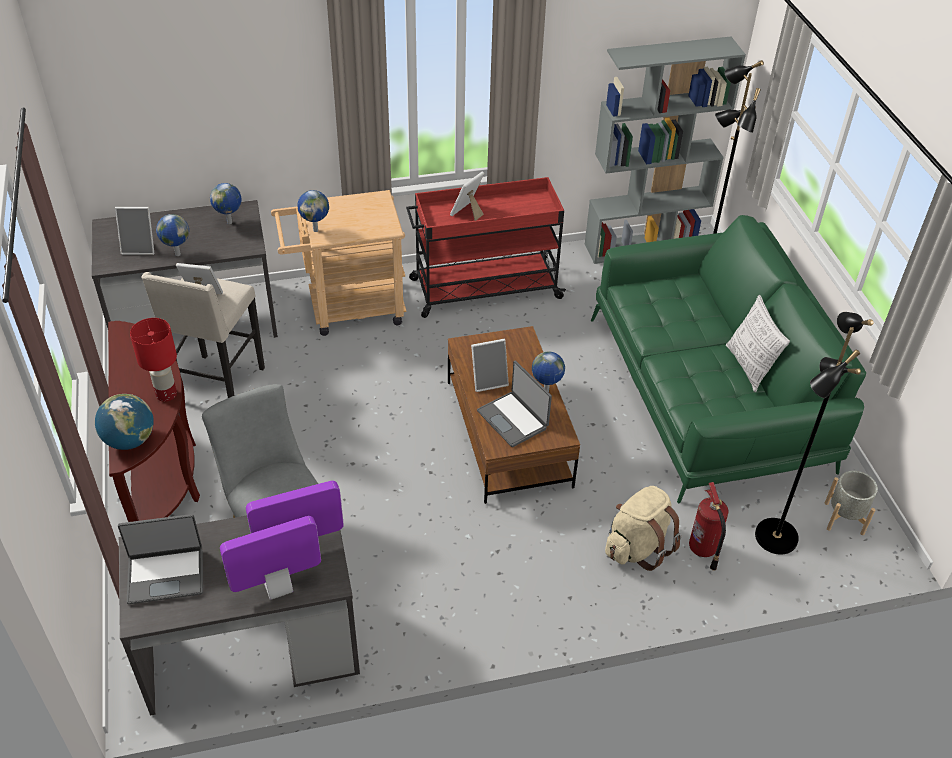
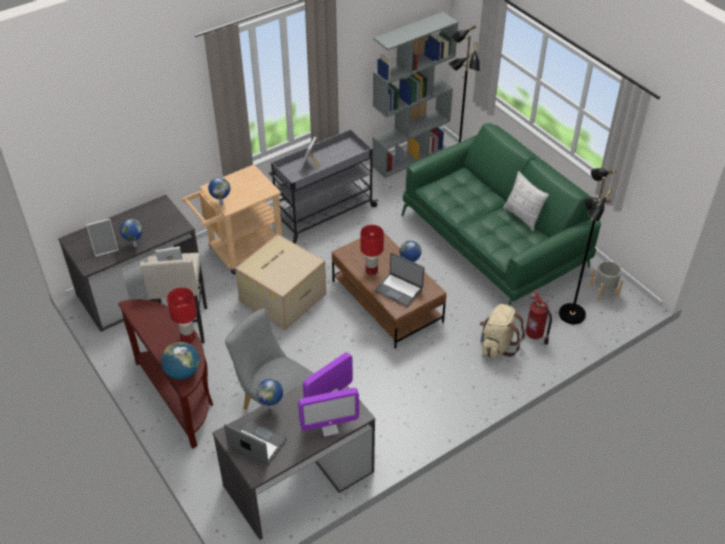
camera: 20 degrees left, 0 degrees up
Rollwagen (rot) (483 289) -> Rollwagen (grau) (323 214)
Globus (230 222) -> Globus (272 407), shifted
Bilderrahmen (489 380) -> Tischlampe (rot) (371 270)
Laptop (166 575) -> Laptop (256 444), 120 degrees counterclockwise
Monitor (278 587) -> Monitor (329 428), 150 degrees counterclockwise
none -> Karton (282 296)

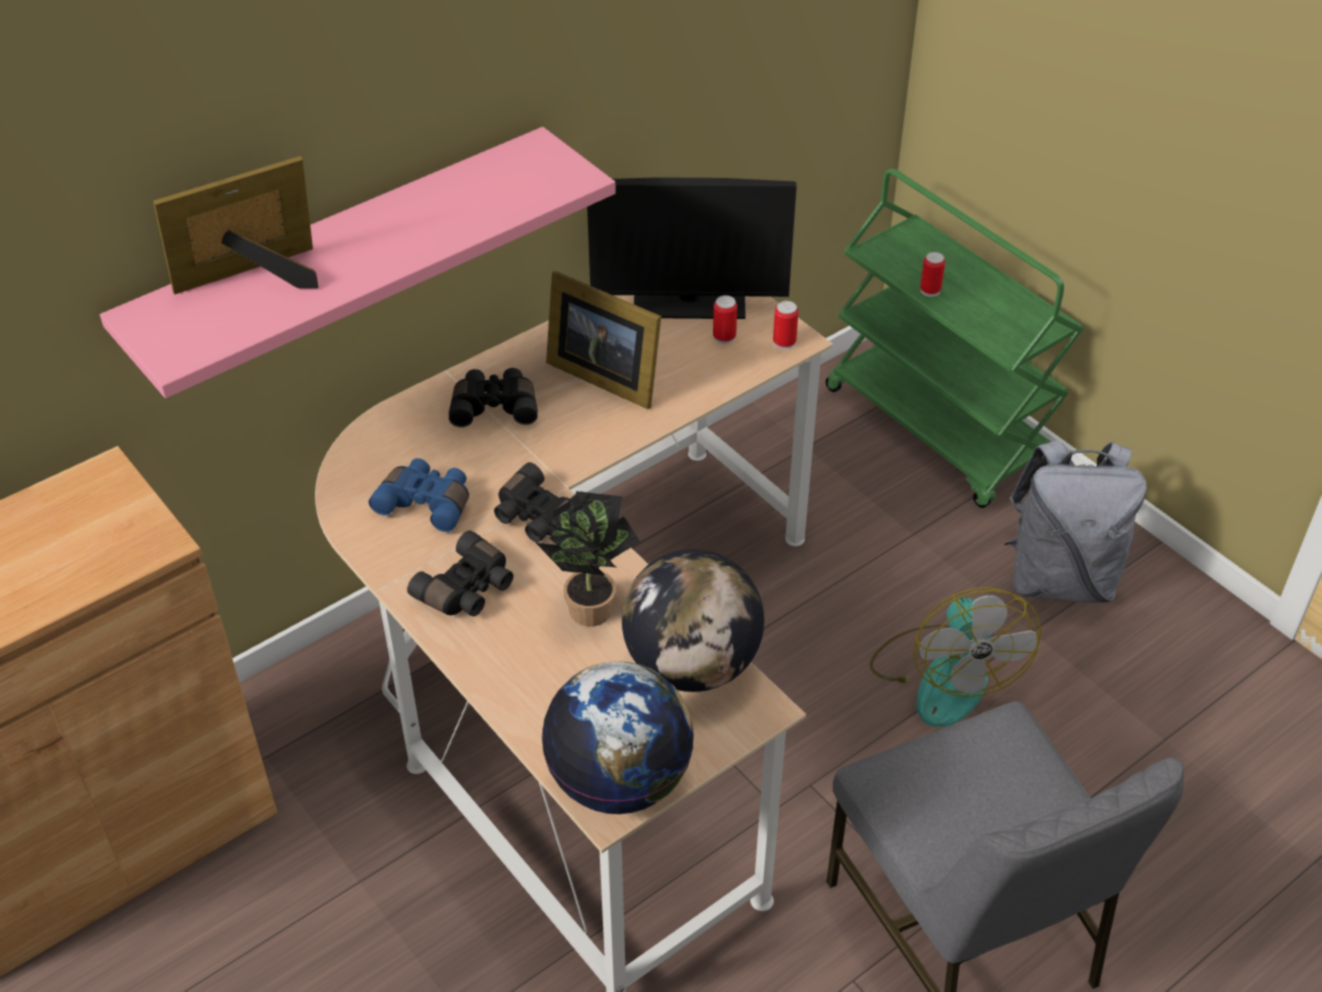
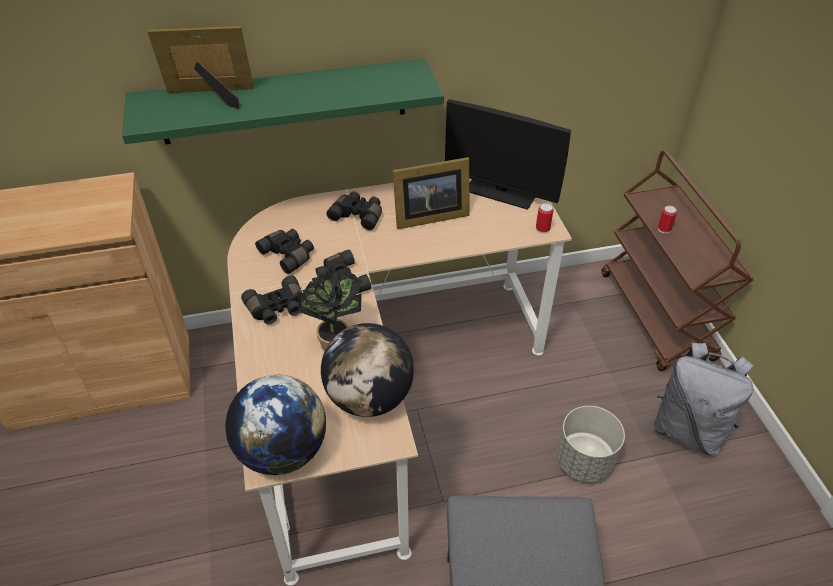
camera: 25 degrees right, 0 degrees up
Wandregal (rosa) (342 255) -> Wandregal (grün) (284 102)
Rollwagen (grün) (939 428) -> Rollwagen (braun) (656 316)
Bilderrahmen (603 374) -> Bilderrahmen (428 216), 75 degrees counterclockwise
Dose (724 337) -> none
Fernglas (blau) (427 503) -> Fernglas (schwarz) (289 255)
Ventilator (944 675) -> Pflanzkübel (grau) (584 461)

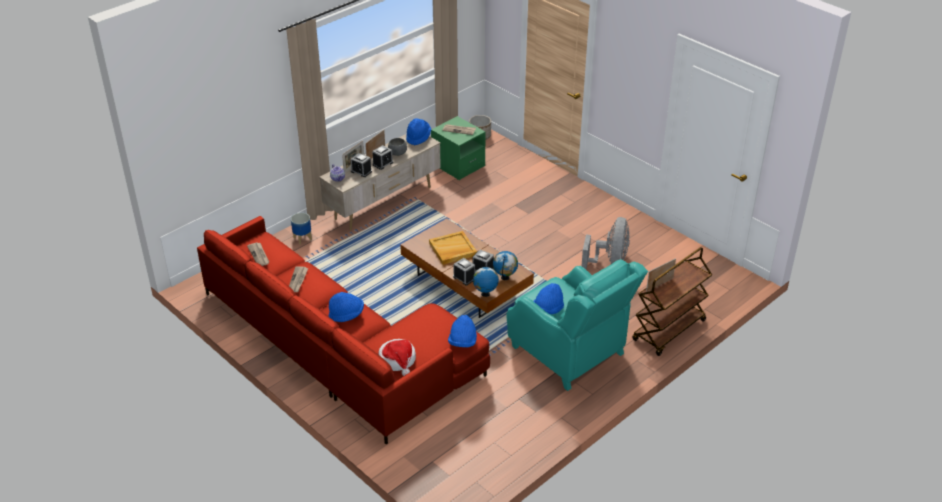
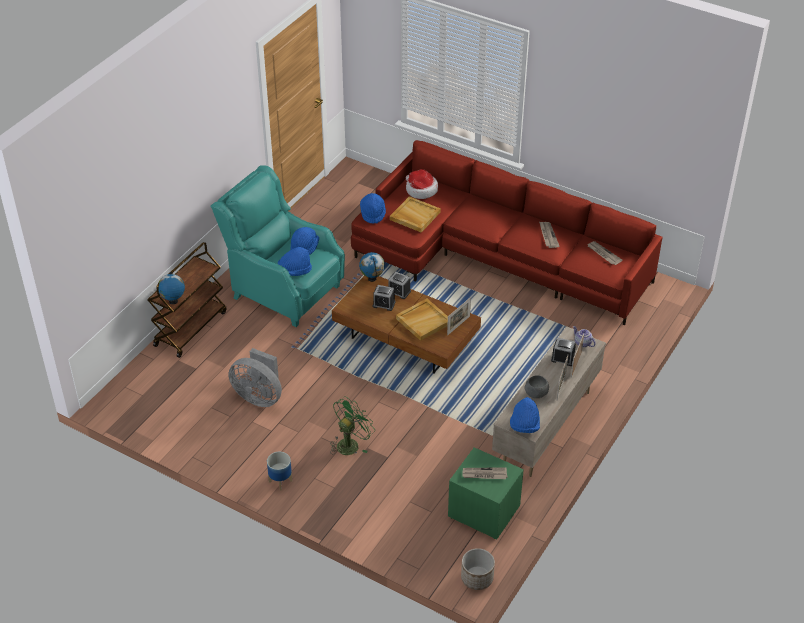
camera: 165 degrees right, 5 degrees up
Wecker (382 163) -> none
Pflanzkübel (302 239) -> Pflanzkübel (280 481), shifted
Ventilator (grau) (609 262) -> Ventilator (grau) (259 396), 60 degrees counterclockwise
Globus (505 278) -> Globus (173 301), shifted
Bilderrahmen (659 284) -> Bilderrahmen (458 325), shifted
Hut (blau) (346 314) -> Hut (blau) (295 270), shifted
none -> Tablett (beige) (414 216)
none -> Ventilator (grün) (350 443)

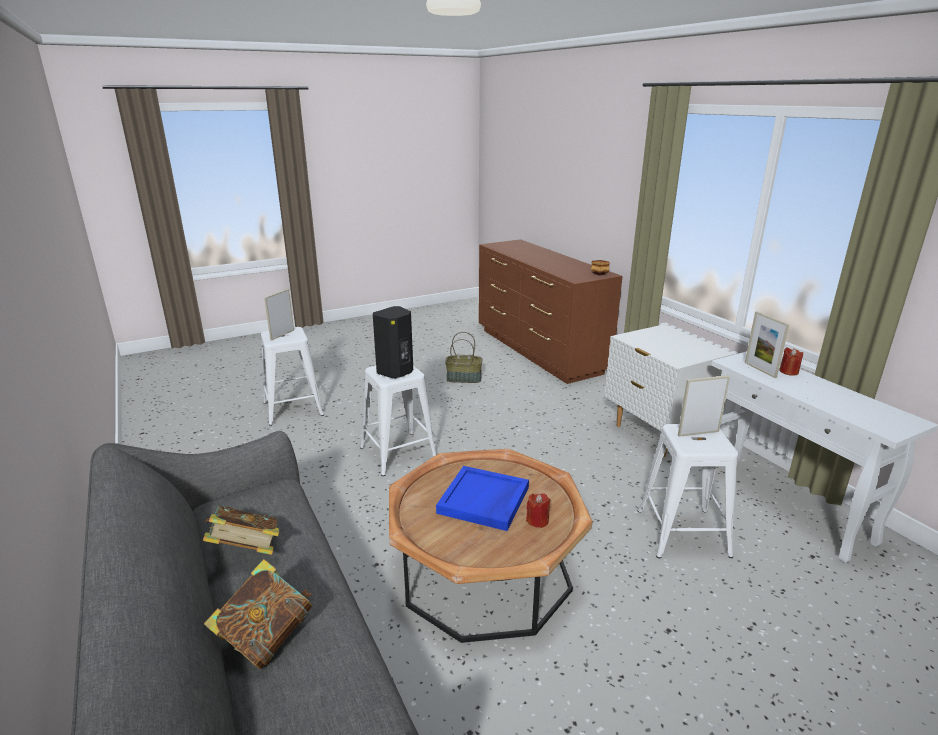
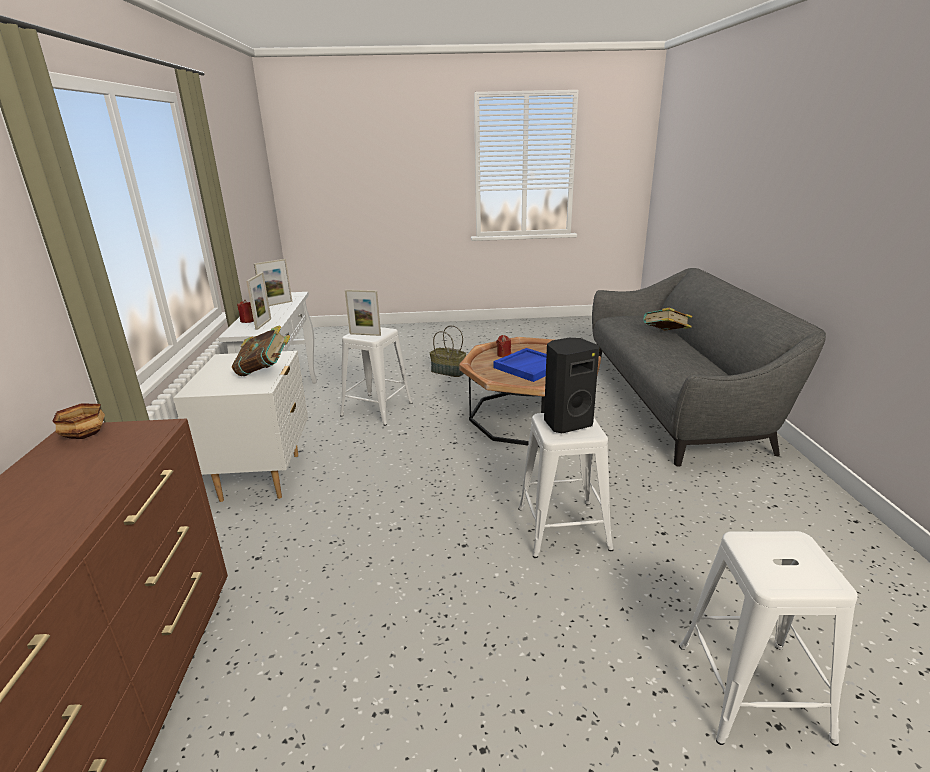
camera: 155 degrees left, 0 degrees up
Bilderrahmen (282 335) -> Bilderrahmen (277 304), shifted
Korb (464 378) -> Korb (447 372), shifted
Buch (246 551) -> Buch (265 371), shifted

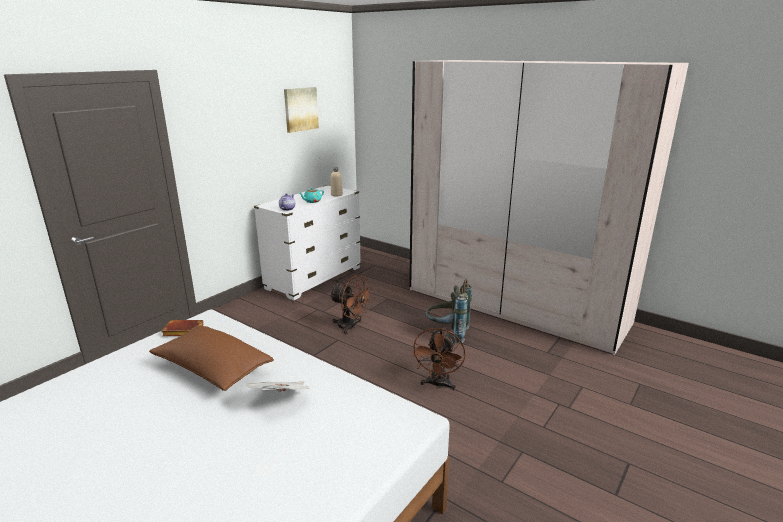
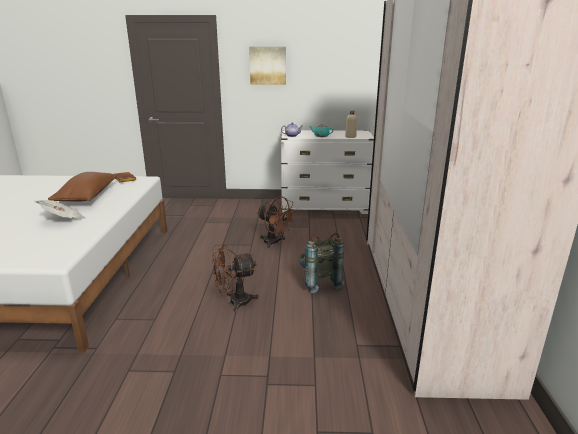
camera: 55 degrees right, 0 degrees up
Bild (300 109) -> Bild (268 65), shifted
Ventilator (braun) (351 327) -> Ventilator (braun) (274 243), 45 degrees counterclockwise

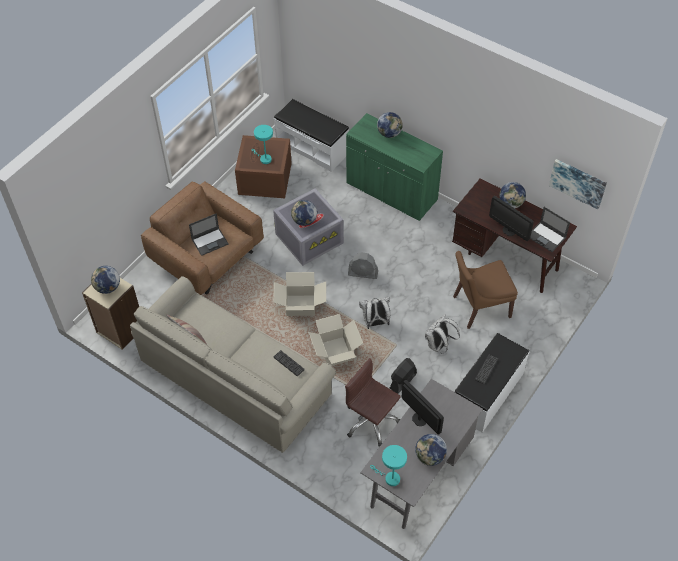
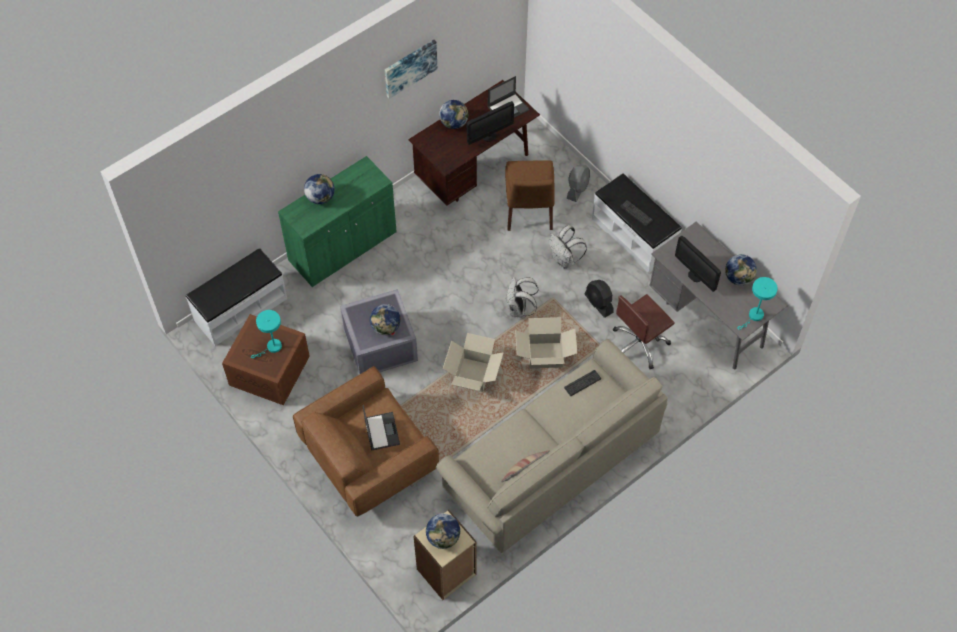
camera: 75 degrees left, 5 degrees up
Bild (578 183) -> Bild (410 67), shifted
Ventilator (grau) (363 273) -> Ventilator (grau) (577 188), shifted
Monitor (419 419) -> Monitor (695 275), 105 degrees counterclockwise

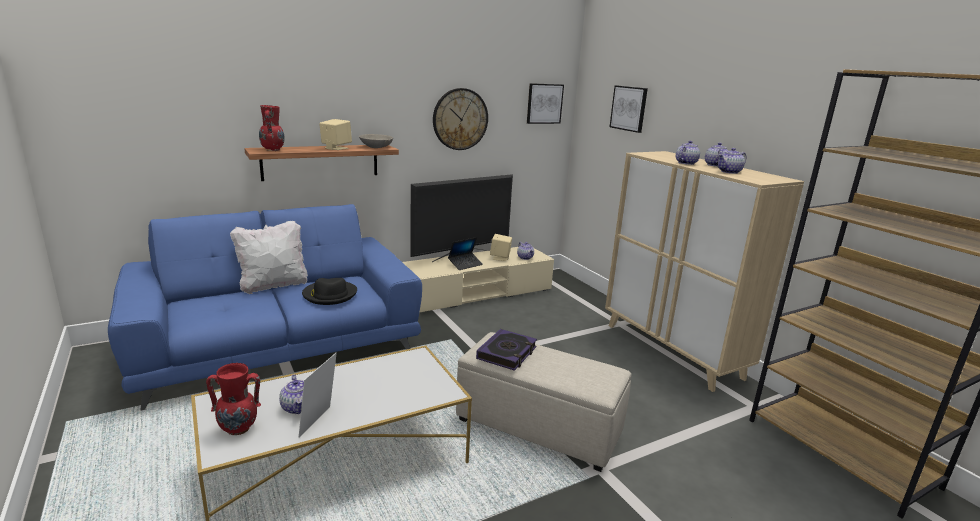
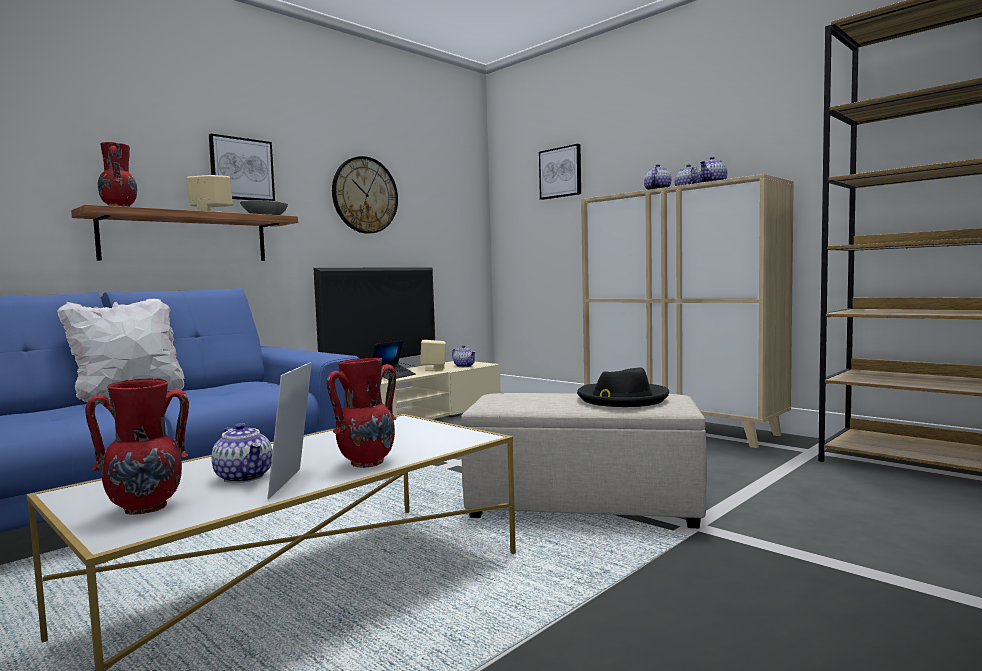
camera: 15 degrees left, 15 degrees down
Bild (544 103) -> Bild (241 169), shifted
Hut (schwarz) (329 295) -> Hut (schwarz) (621 399), shifted
Buch (507 353) -> none
none -> Vase (rot) (365 463)

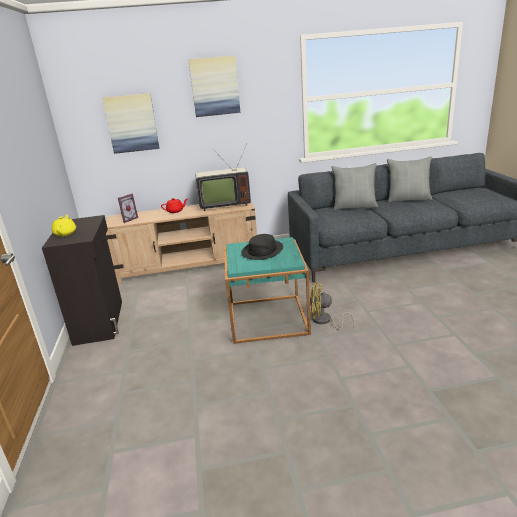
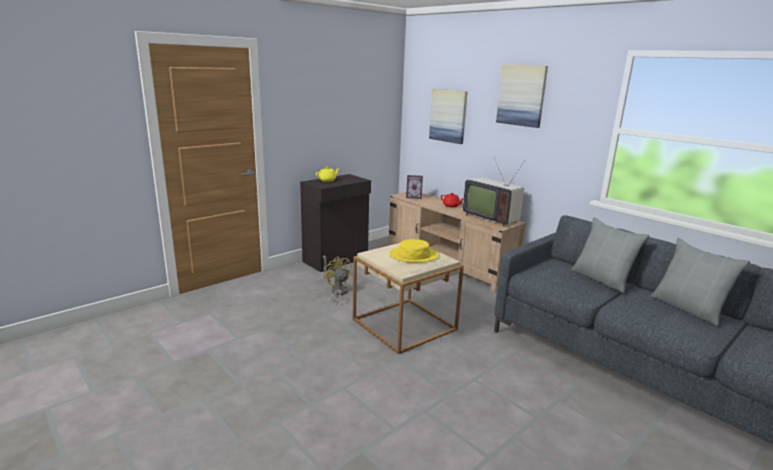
camera: 55 degrees right, 5 degrees down
Hut (schwarz) (262 250) -> Hut (gelb) (413 255)
Beistelltisch (türkis) (268 318) -> Beistelltisch (beige) (404 324)
Ventilator (gelb) (324 321) -> Ventilator (gelb) (338 293), shifted

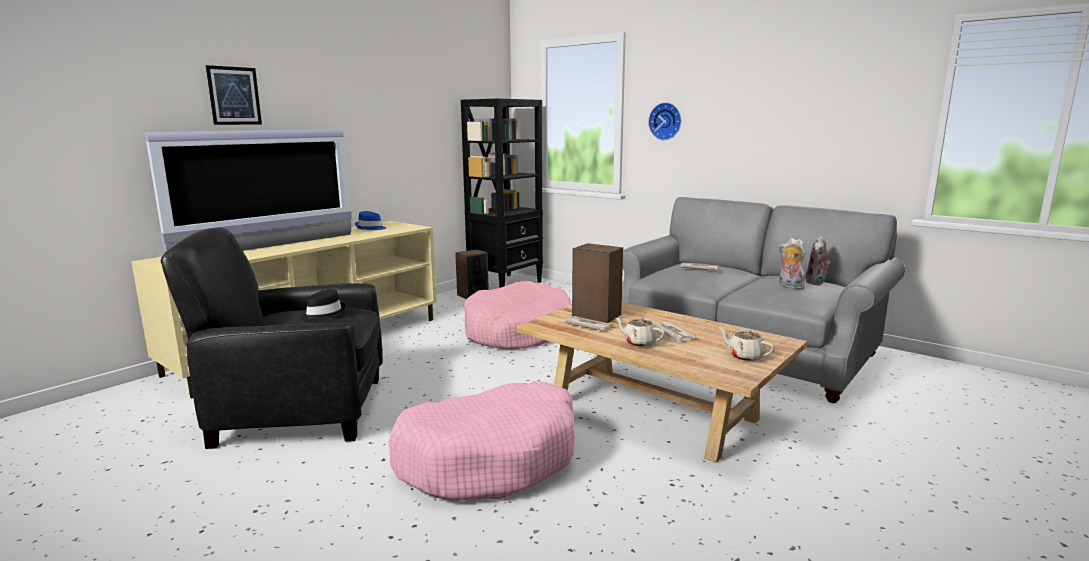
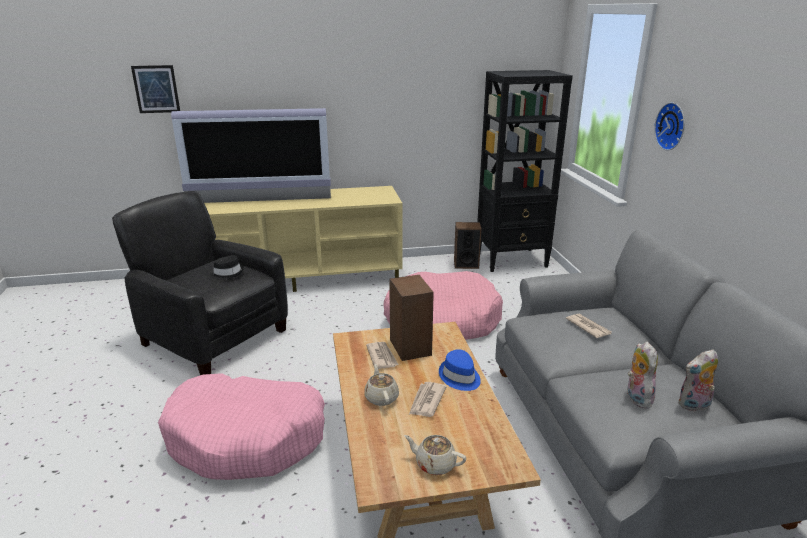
camera: 40 degrees right, 10 degrees up
Bild (234 96) -> Bild (156 89), shifted
Hut (blau) (370 228) -> Hut (blau) (459 377), shifted
Teekanne (beige) (745 356) -> Teekanne (beige) (434 464), 60 degrees counterclockwise

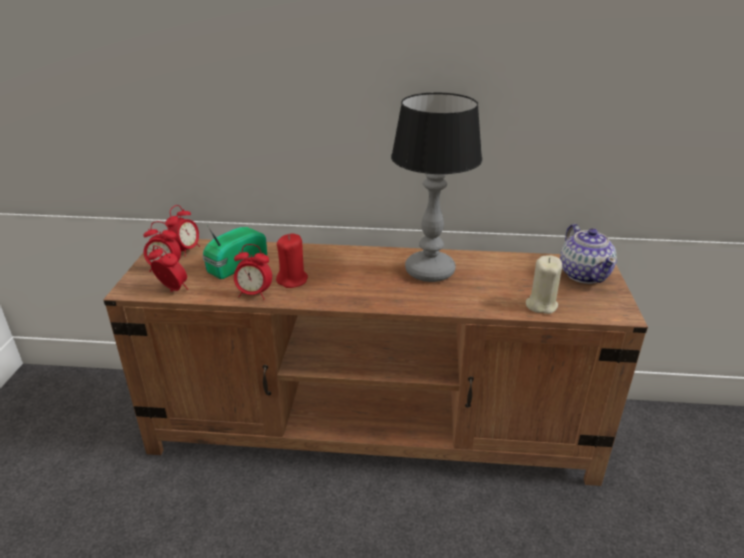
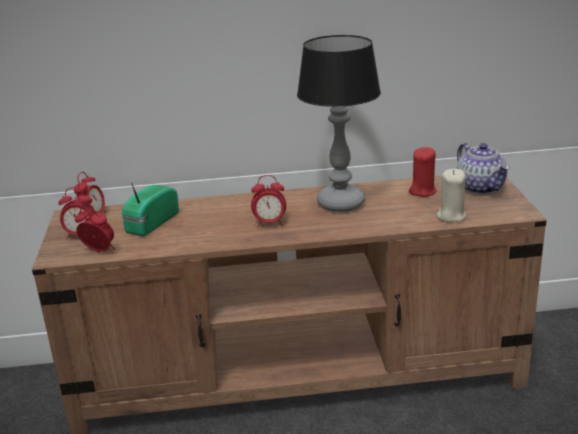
camera: 10 degrees left, 5 degrees down
Kerze (rot) (292 280) -> Kerze (rot) (422 191), shifted
Wecker (254 294) -> Wecker (269 223), shifted

